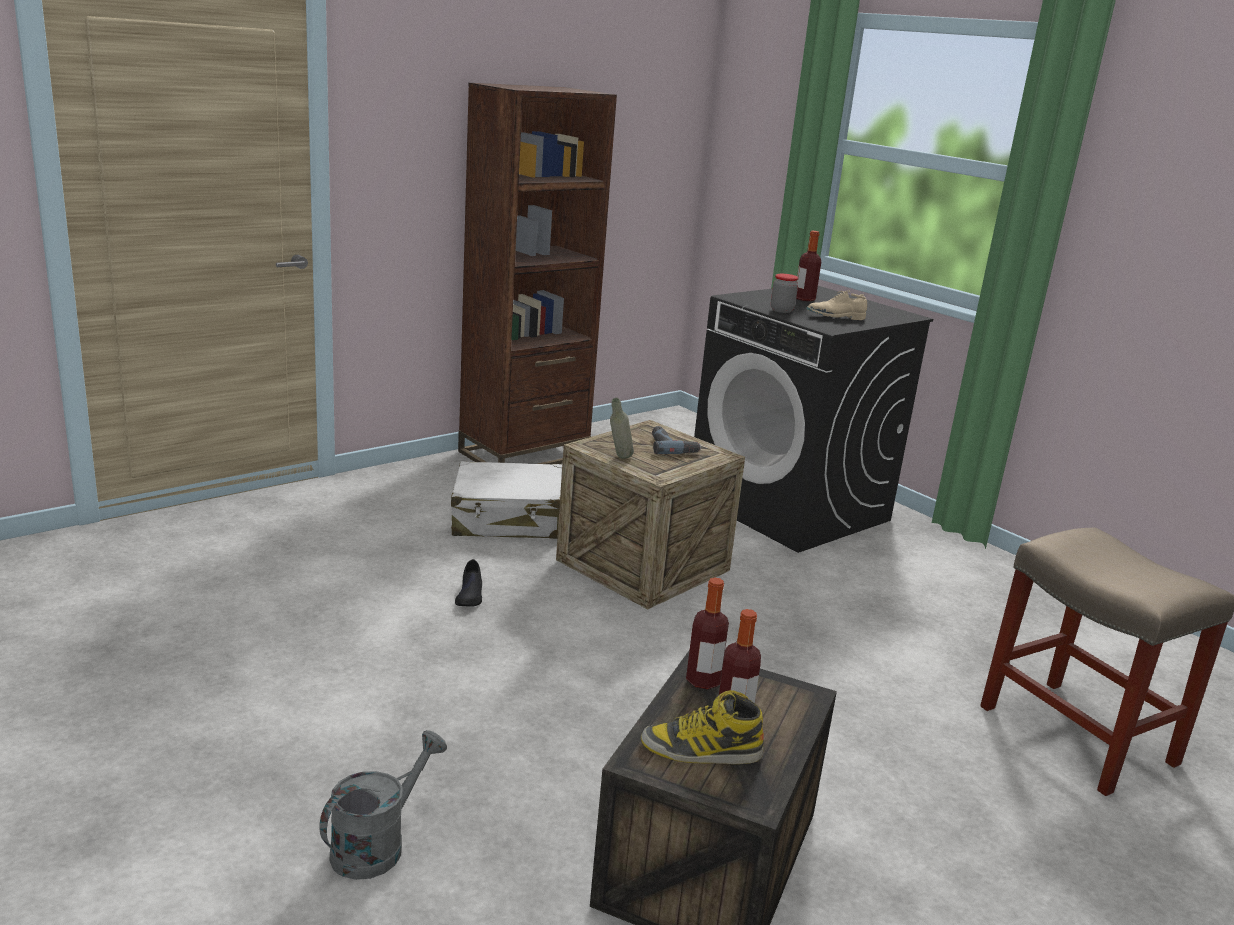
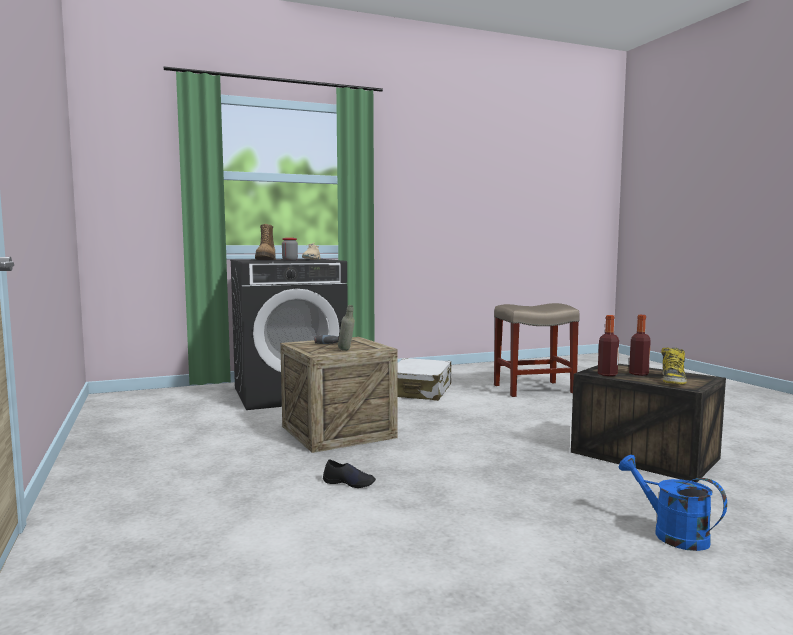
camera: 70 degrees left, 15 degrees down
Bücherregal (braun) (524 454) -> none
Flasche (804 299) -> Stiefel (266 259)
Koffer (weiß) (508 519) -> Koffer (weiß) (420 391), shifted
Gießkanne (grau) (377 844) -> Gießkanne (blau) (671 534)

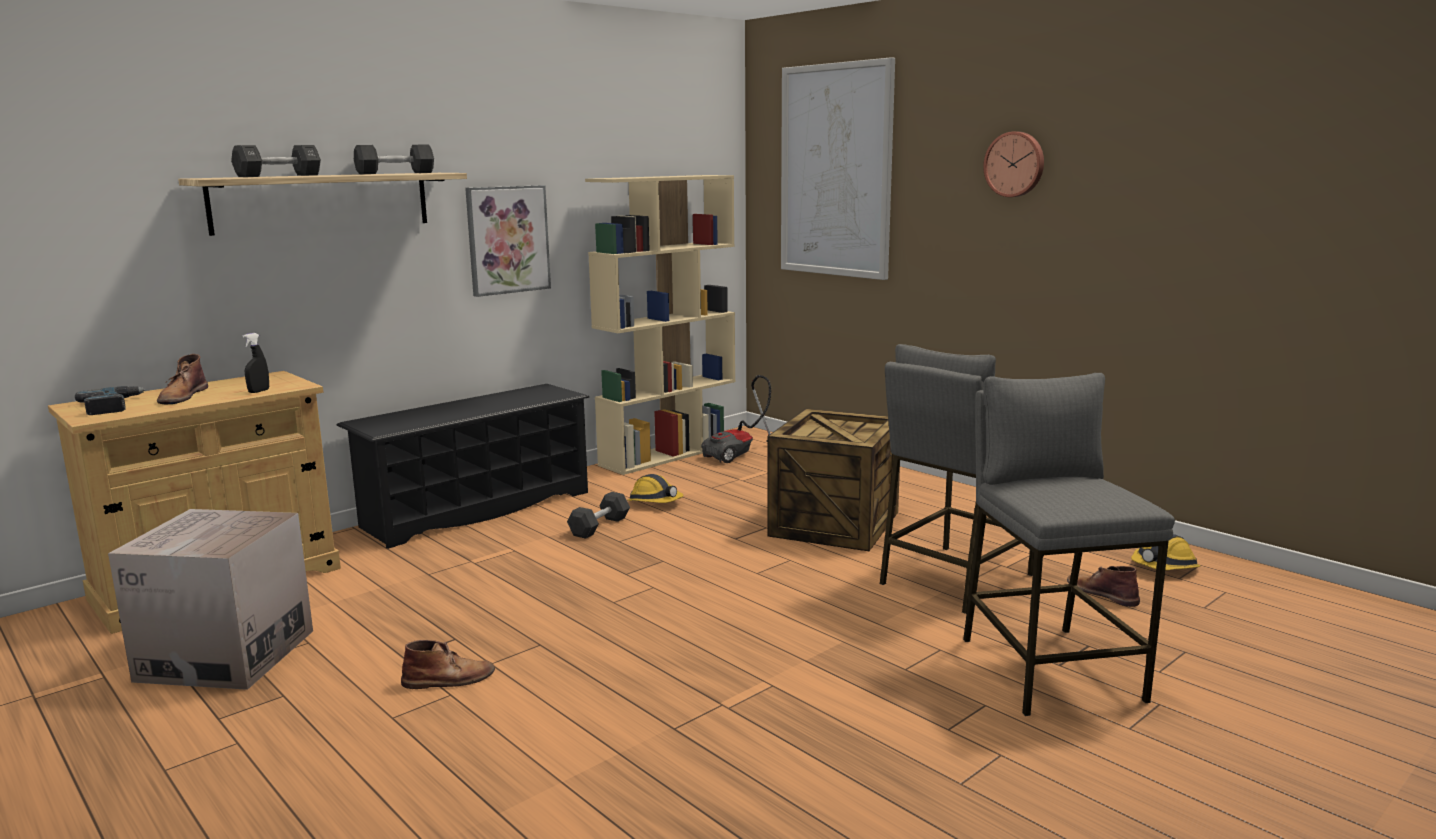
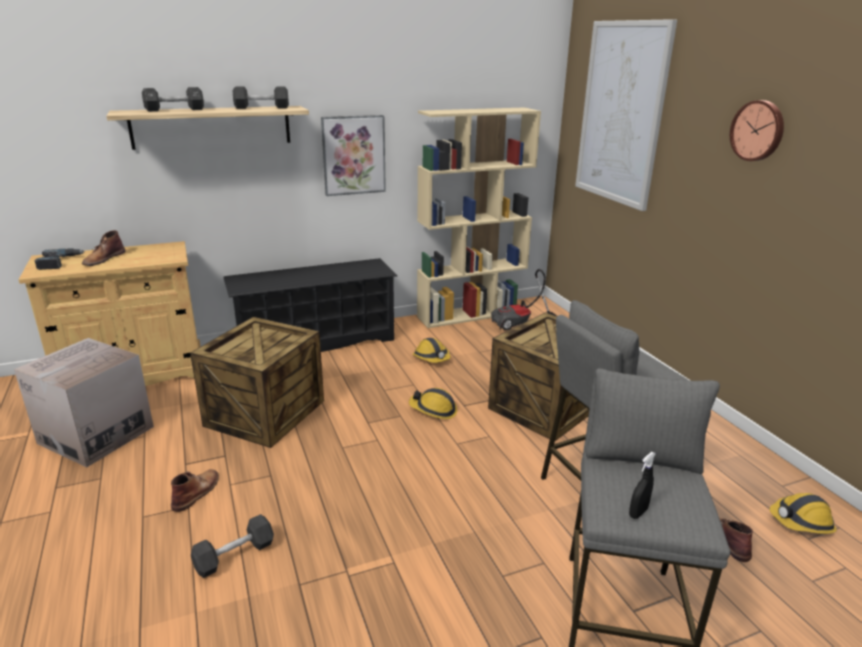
camera: 20 degrees right, 10 degrees up
Sprühflasche (schwarz) (259 391) -> Sprühflasche (schwarz) (638 512), shifted
Hantel (schwarz) (599 526) -> Hantel (schwarz) (234 555), shifted
Stiefel (braun) (449 679) -> Stiefel (braun) (197 492), 75 degrees counterclockwise
none -> Kiste (264 412)
none -> Schutzhelm (433 410)

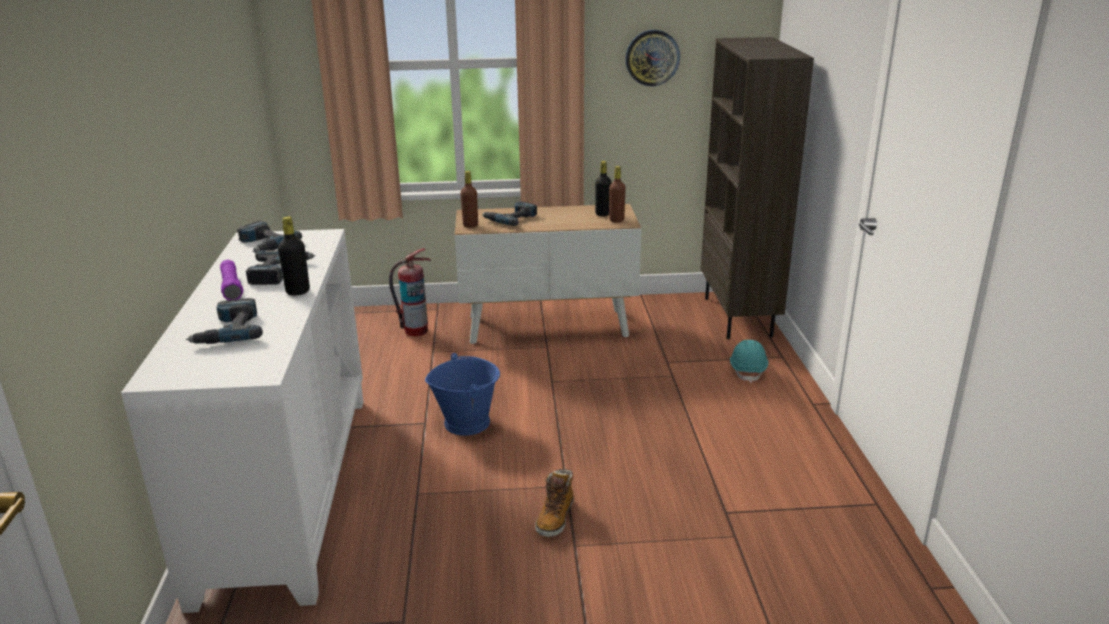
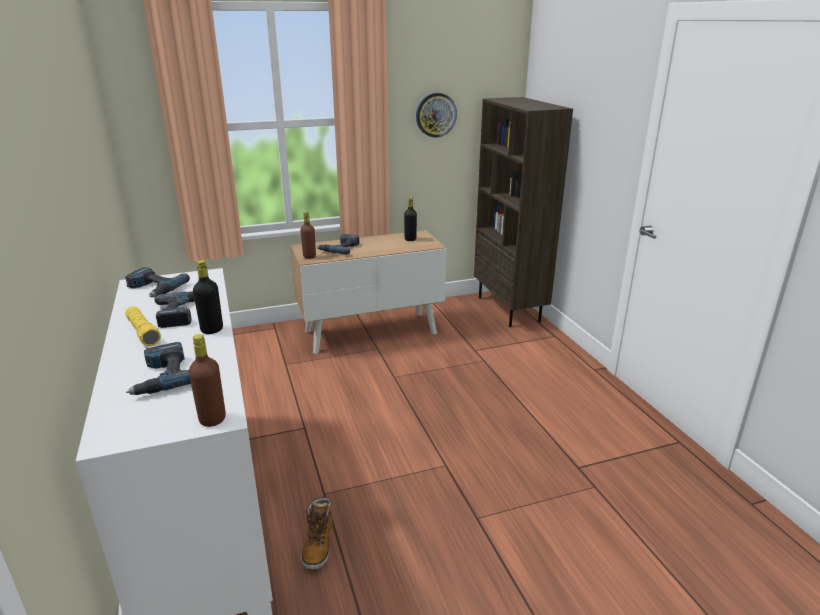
camera: 15 degrees left, 0 degrees up
Flasche (braun) (616 220) -> Flasche (braun) (212 419), shifted
Feuerlöscher (415 331) -> none
Taschenlampe (lila) (231 287) -> Taschenlampe (gelb) (143 333)
Schutzhelm (türkis) (748 370) -> none
Eimer (blau) (467 422) -> none
Stiefel (555 518) -> Stiefel (318 545), shifted

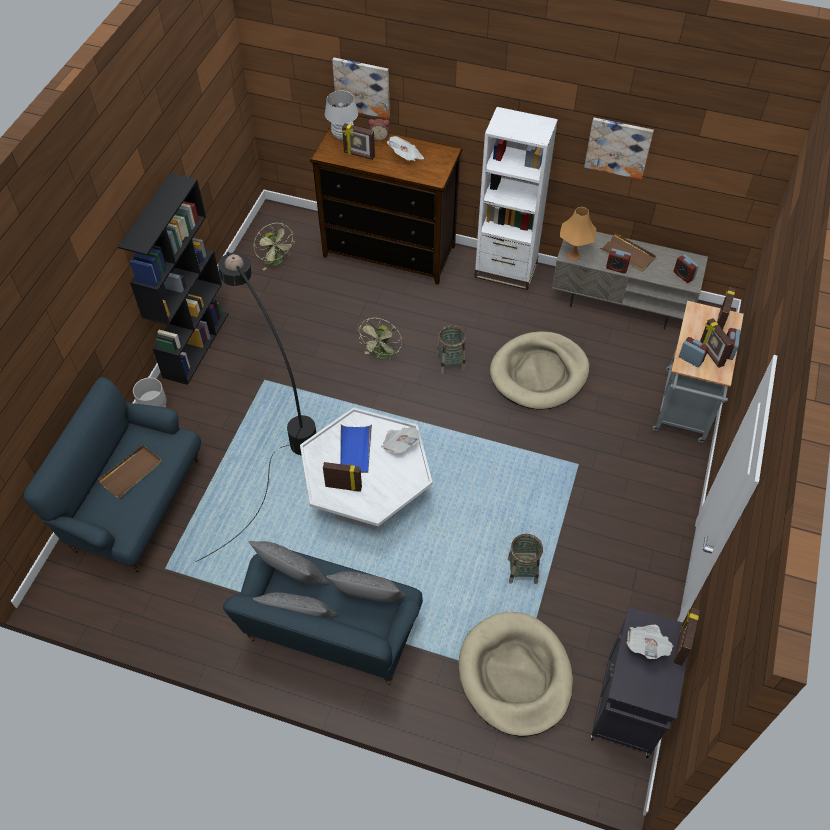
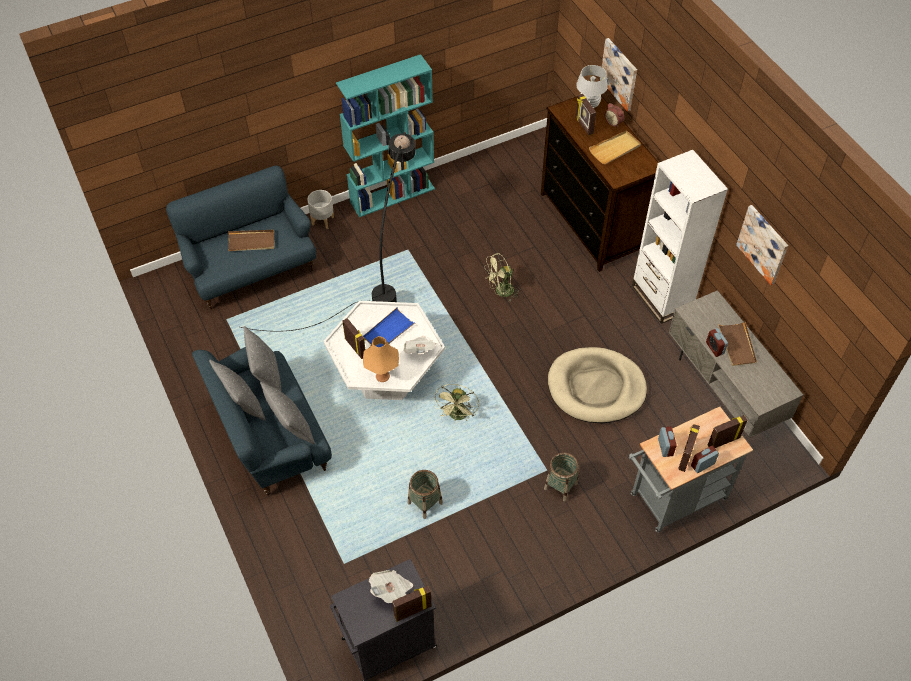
camera: 45 degrees right, 0 degrees up
Zeitung (406 157) -> Tablett (beige) (615 149)
Bücherregal (schwarz) (196 344) -> Bücherregal (türkis) (392 195)
Tischlampe (orange) (574 255) -> Tischlampe (orange) (382 376), shifted
Ventilator (grün) (277 262) -> Ventilator (grün) (458 416), shifted
Wecker (683 275) -> none
Korb (450 362) -> Korb (561 486), shifted
Hundebett (beige) (515 675) -> none

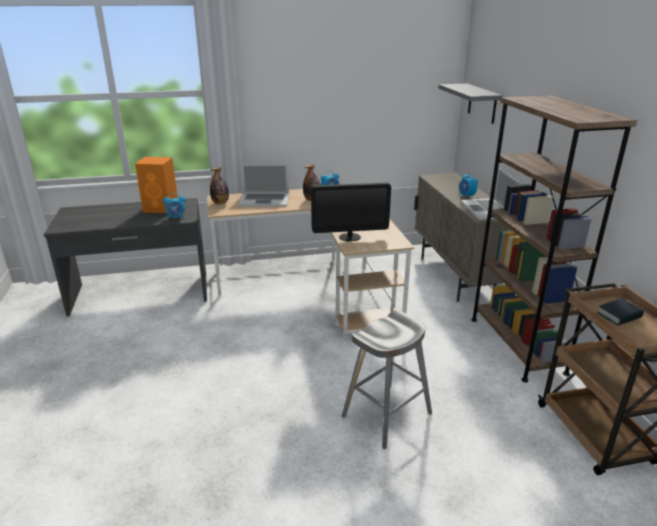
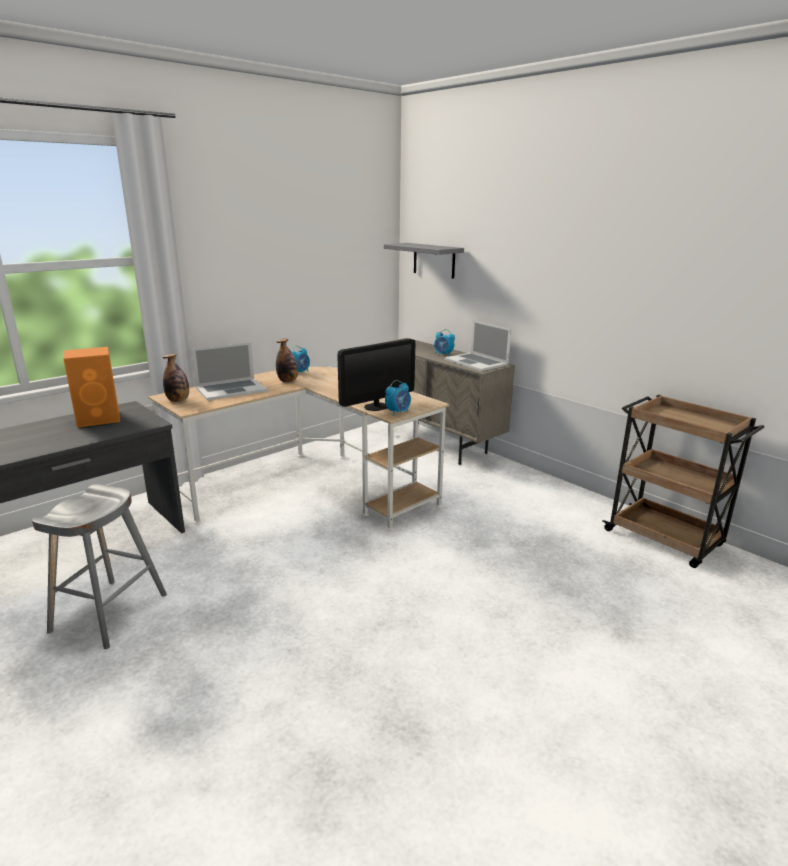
camera: 30 degrees left, 5 degrees down
Bücherregal (braun) (516 345) -> none
Wecker (176 218) -> Wecker (398 412), shifted
Buch (619 315) -> none
Hocker (grau) (387 414) -> Hocker (grau) (110 612), shifted

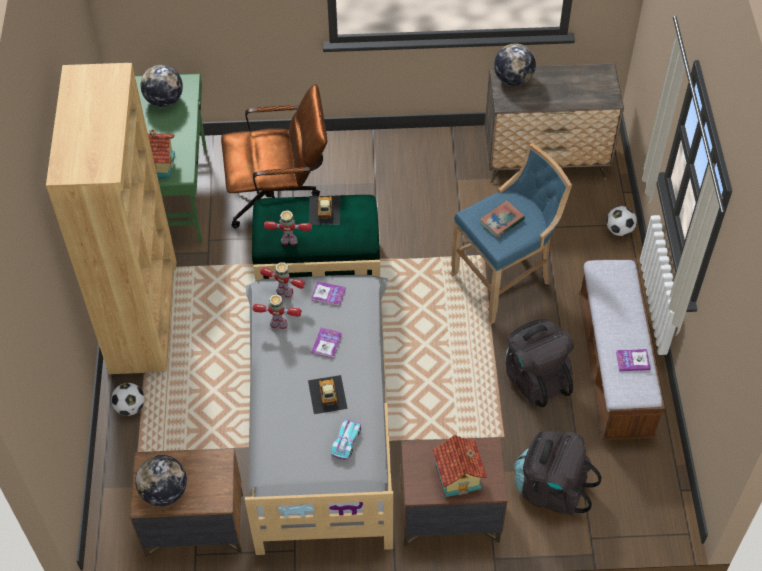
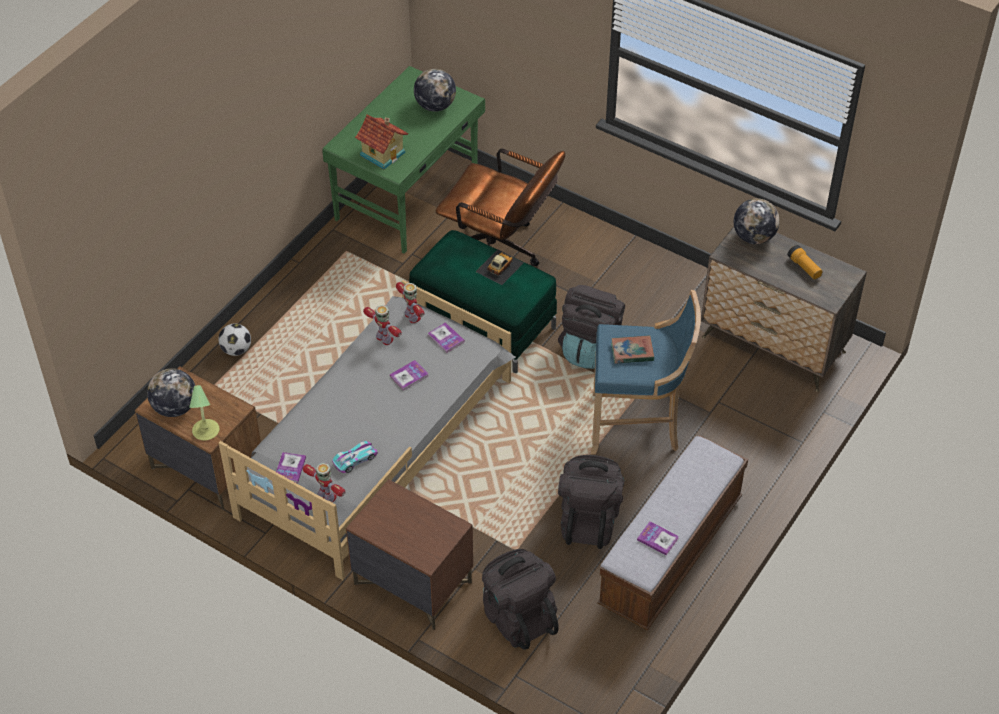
camera: 35 degrees right, 5 degrees down
Bücherregal (braun) (143 315) -> none
Fußball (619 230) -> none
Spielzeugroboter (289 241) -> Spielzeugroboter (327 497), shifted
Spielzeugauto (327 394) -> none
Spielzeughaus (459 476) -> none
none -> Taschenlampe (804 267)
none -> Rucksack (schwarz) (590 347)
none -> Tischlampe (205 431)
none -> Buch (290 468)

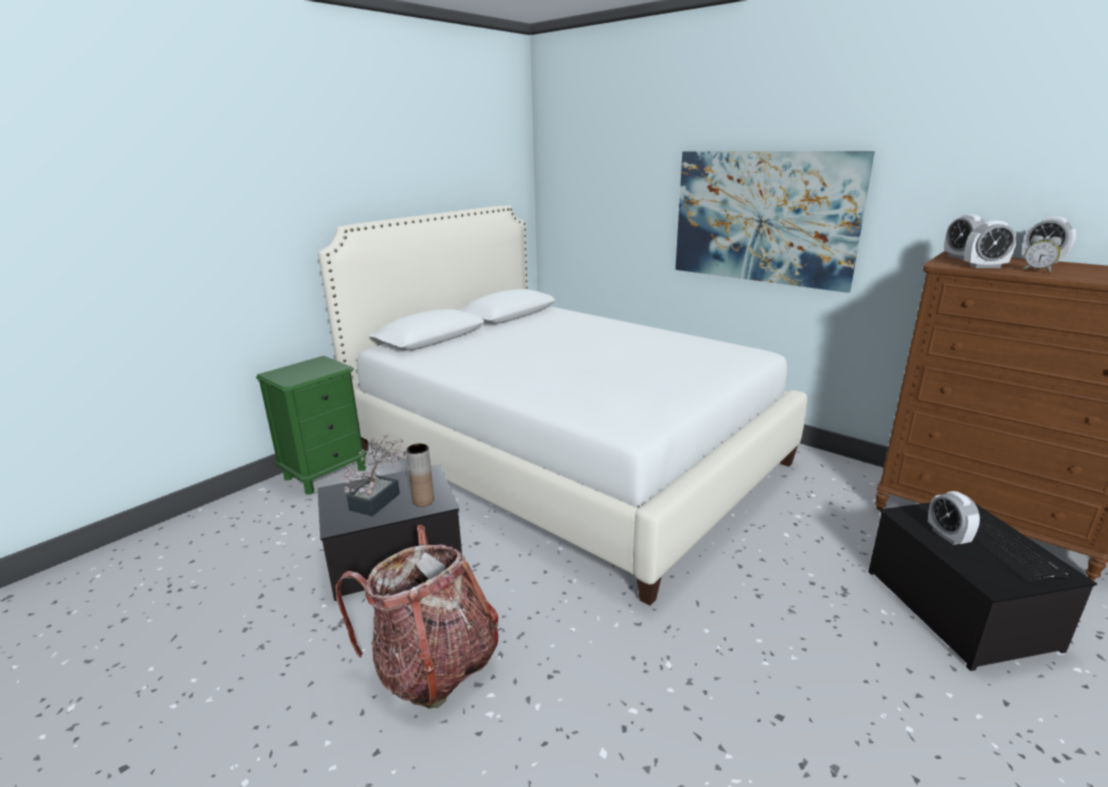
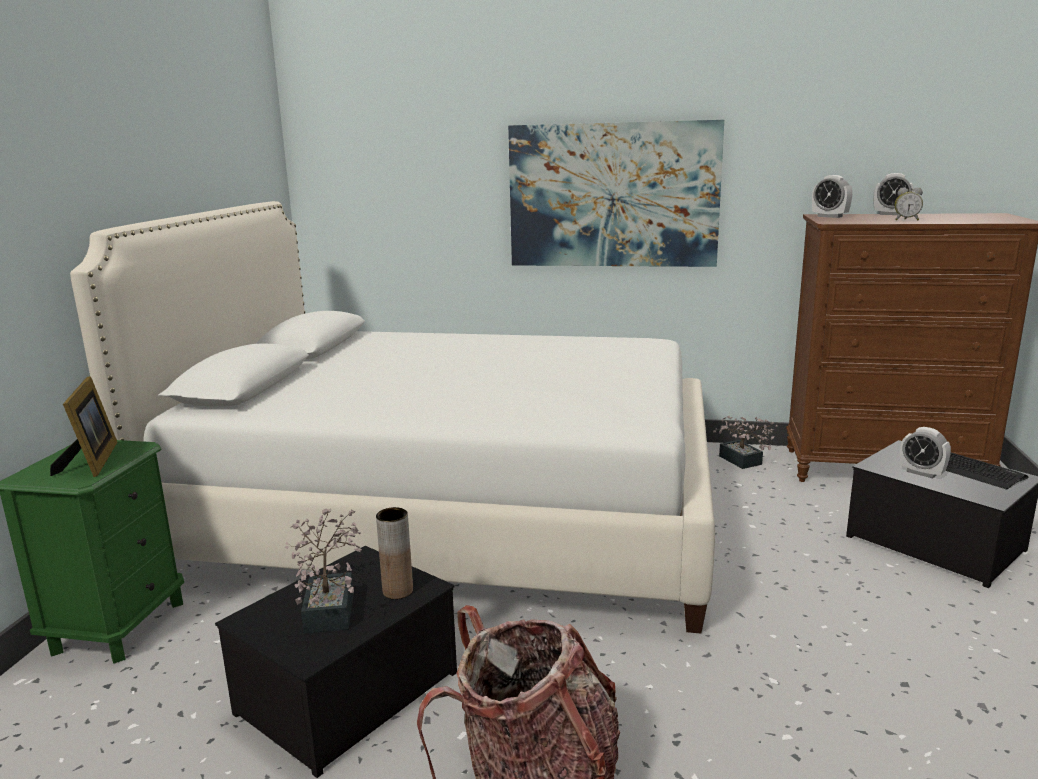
camera: 30 degrees left, 5 degrees down
Wecker (984 267) -> none
none -> Bilderrahmen (92 461)
none -> Topfpflanze (743 462)

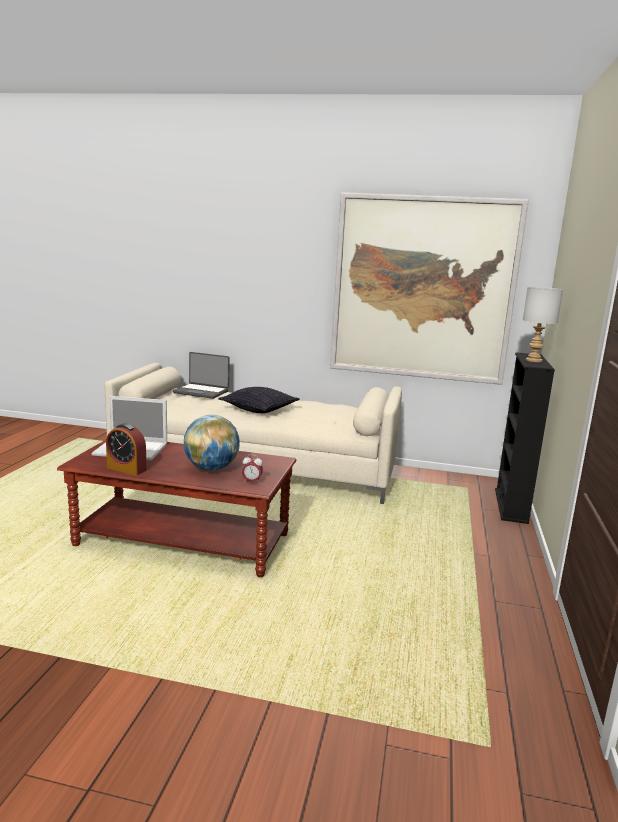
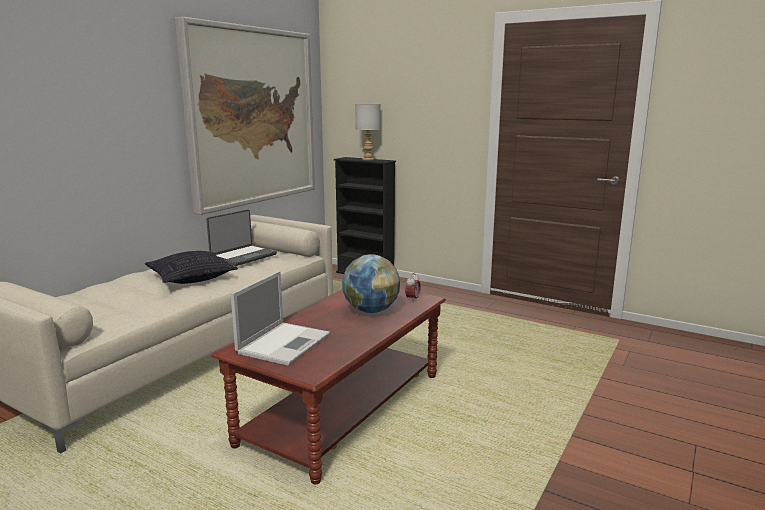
camera: 70 degrees left, 0 degrees up
Laptop (202 392) -> Laptop (243 256), shifted
Wecker (126 469) -> none

